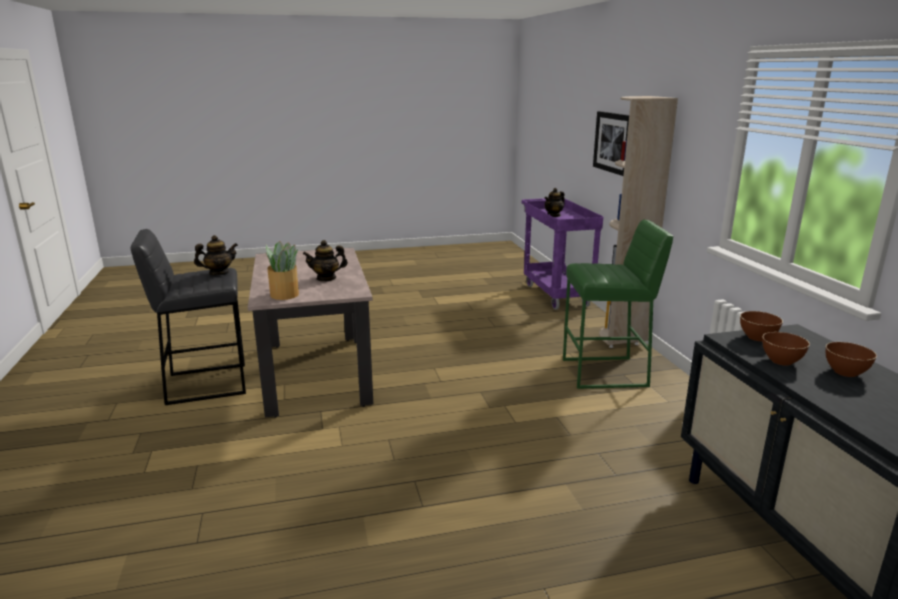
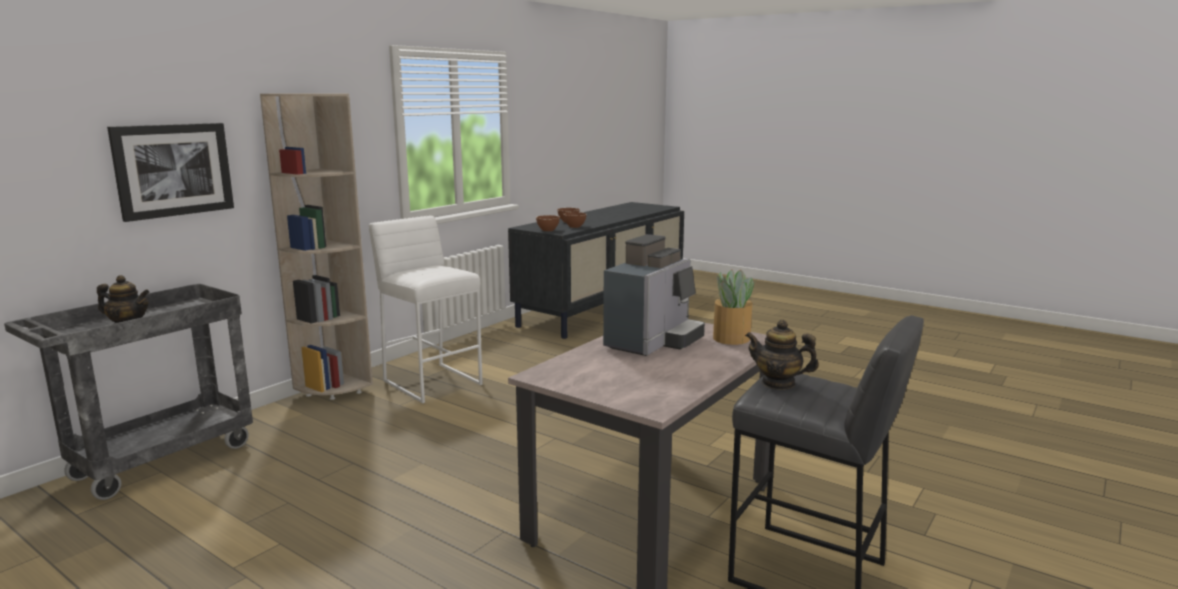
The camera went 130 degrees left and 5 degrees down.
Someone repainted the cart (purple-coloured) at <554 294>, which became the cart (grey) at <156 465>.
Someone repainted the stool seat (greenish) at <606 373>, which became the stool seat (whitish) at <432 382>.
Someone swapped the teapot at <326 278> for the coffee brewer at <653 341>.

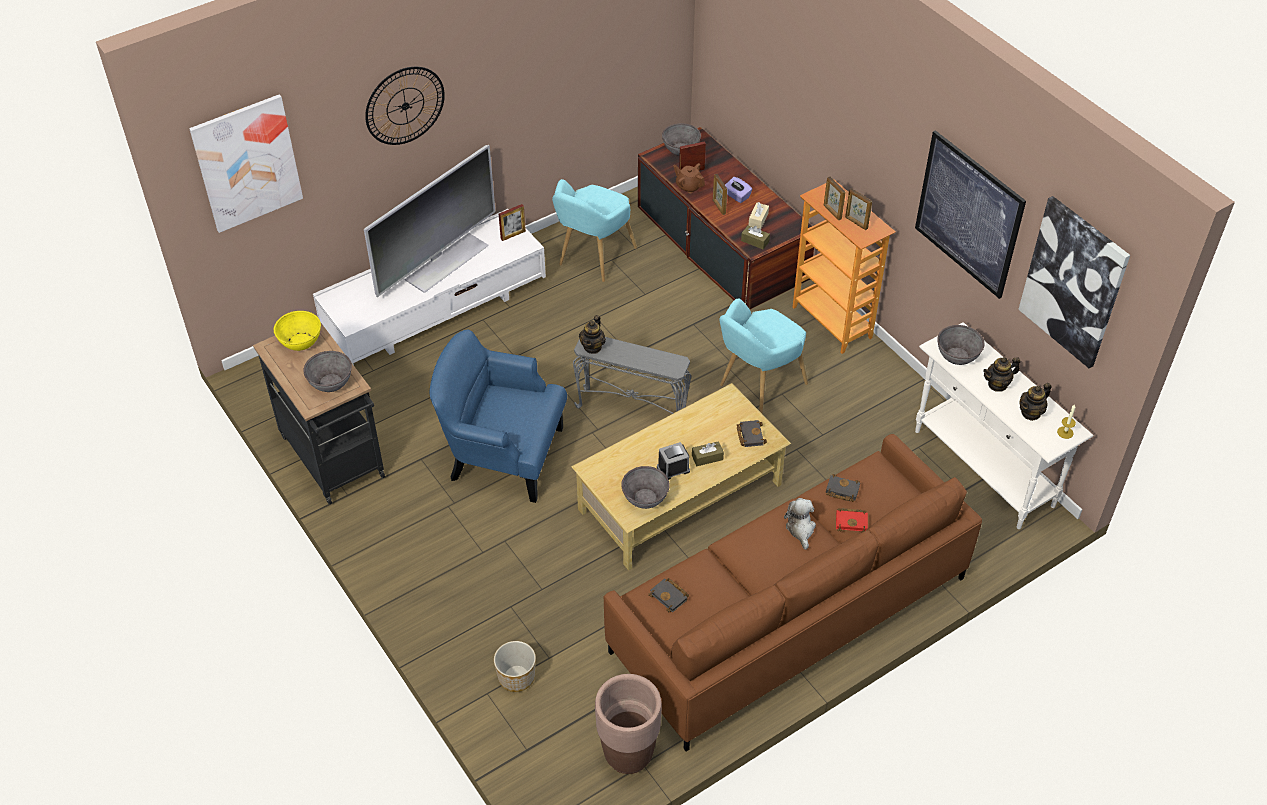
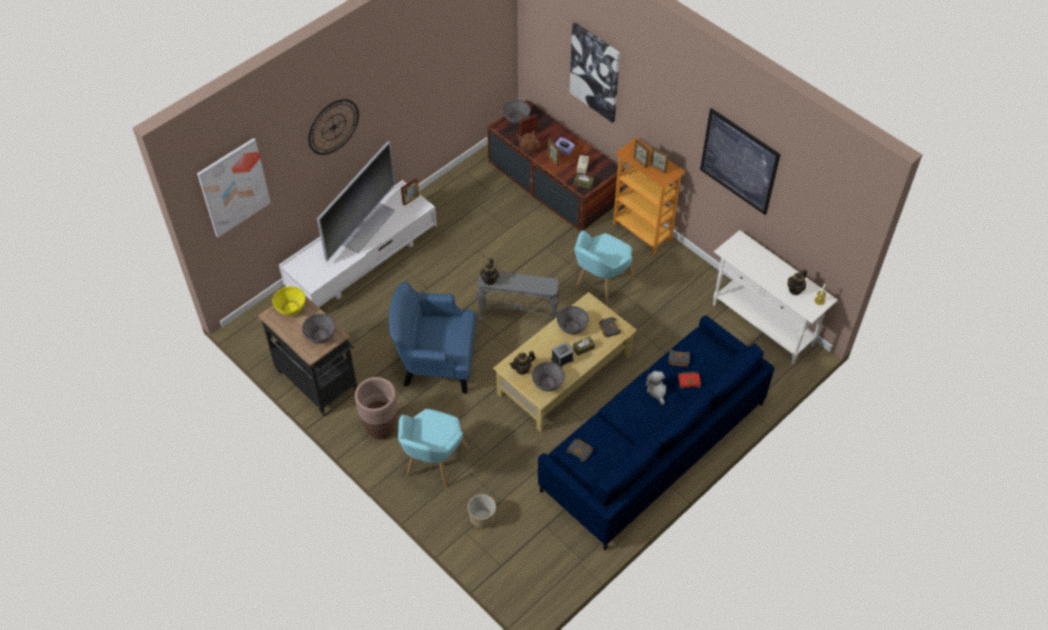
The camera went 10 degrees left and 5 degrees up.
Someone carried the easy chair (blue-green) from <592 259> to <433 465>.
Someone carried the wall art from <1073 282> to <595 72>.
Someone carried the bowl (grey) from <957 355> to <572 327>.
Someone carried the teapot from <997 384> to <522 369>.
Someone repainted the couch (brown) at <787 613>, which became the couch (blue-coloured) at <652 446>.
Someone carried the planter (brown) from <628 754> to <381 428>.

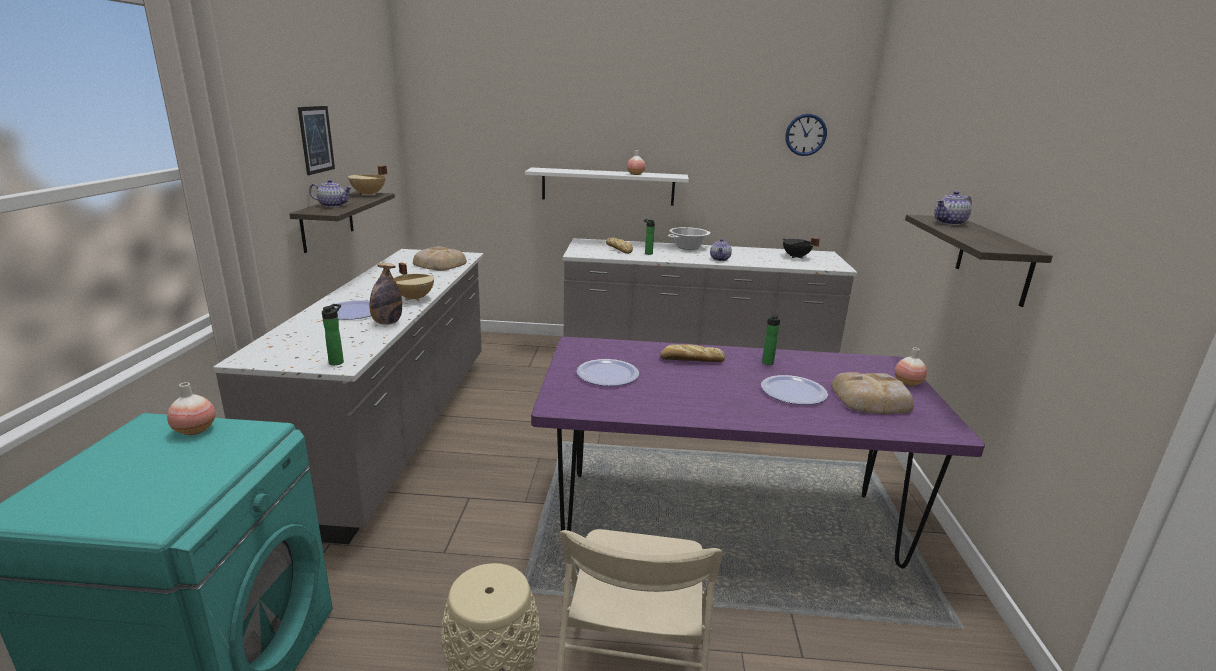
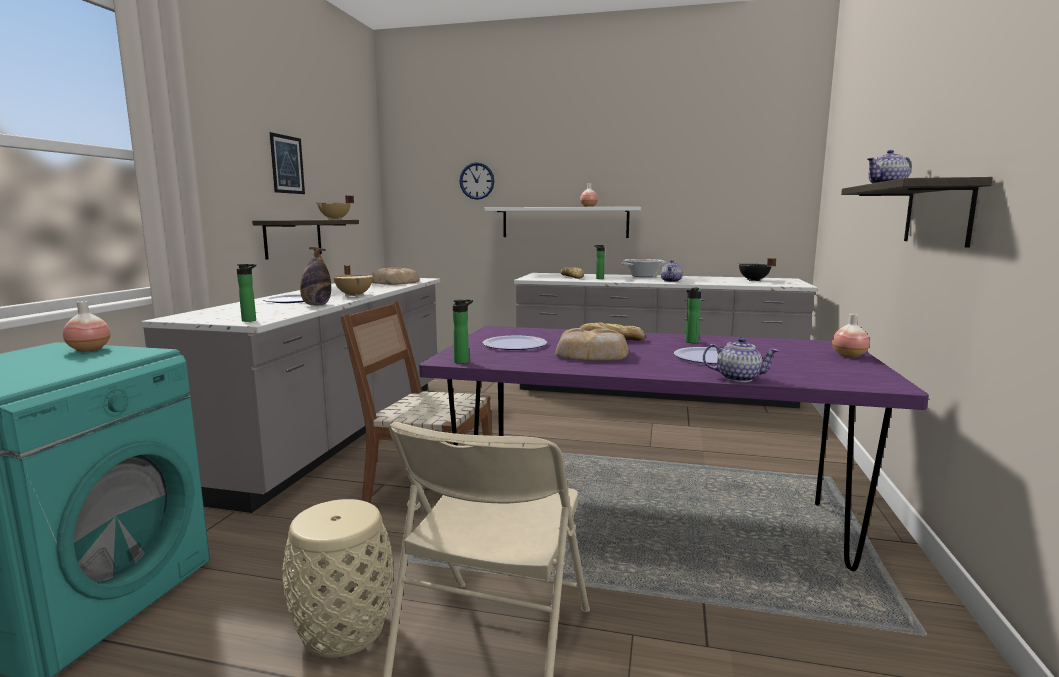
The camera went 10 degrees right and 10 degrees down.
Someone carried the clock on the wall from <805 135> to <477 181>.
Someone carried the teapot from <333 205> to <738 378>.
Someone carried the bakery bread from <872 400> to <592 354>.
Someone put down the drink bottle at <463 361>.
Someone put down the chair at <426 492>.

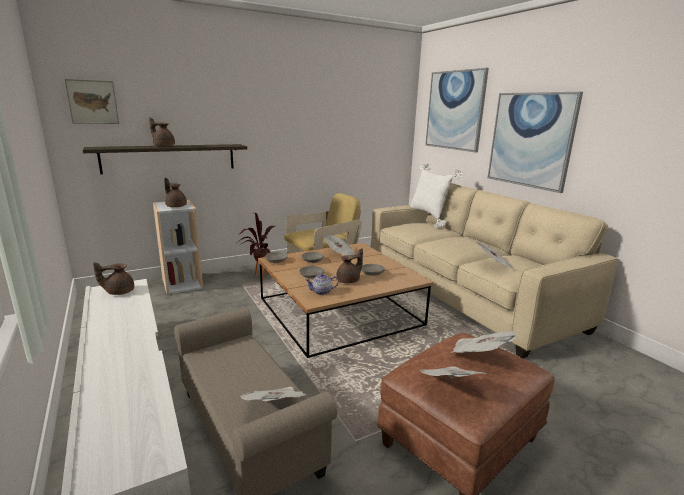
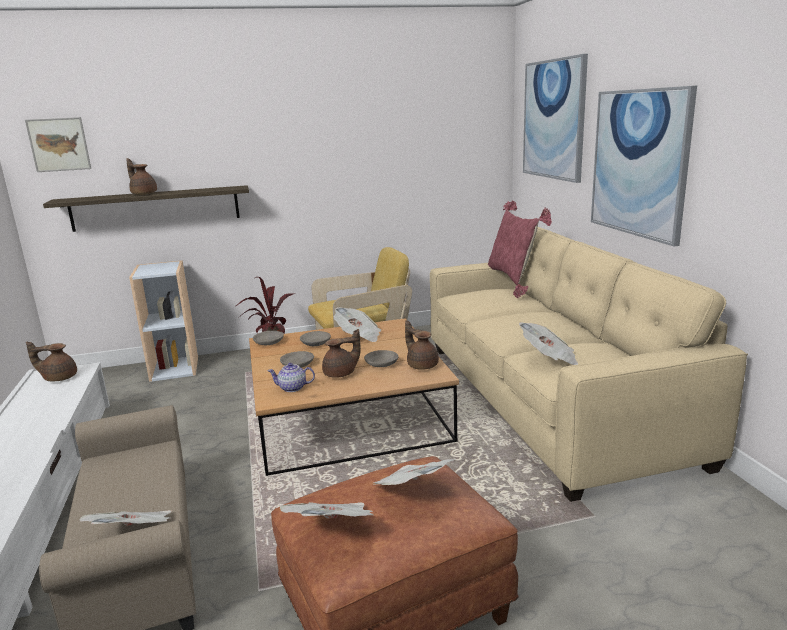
The camera went 15 degrees right and 0 degrees up.
Someone repainted the throw pillow (whitish) at <429 221>, which became the throw pillow (red) at <513 287>.
Someone carried the teapot (brown) from <176 206> to <421 365>.

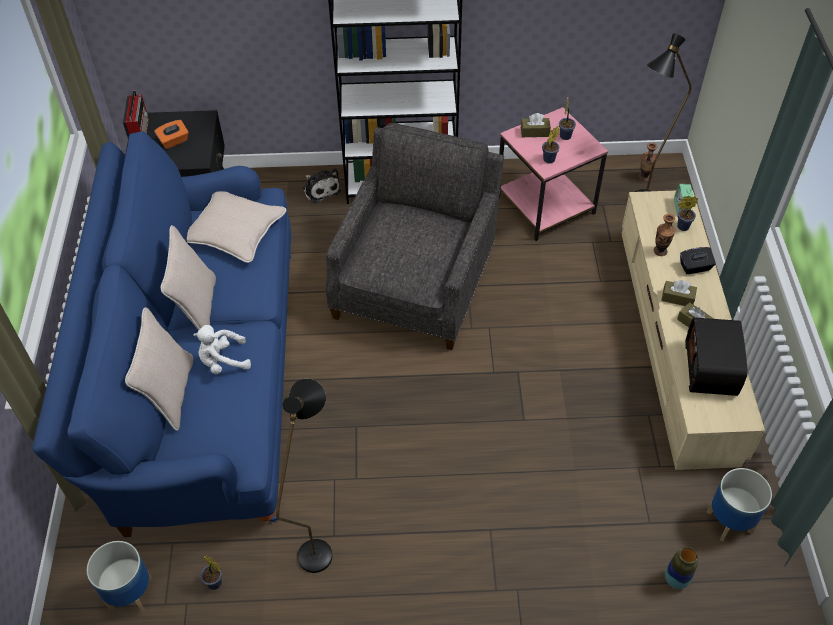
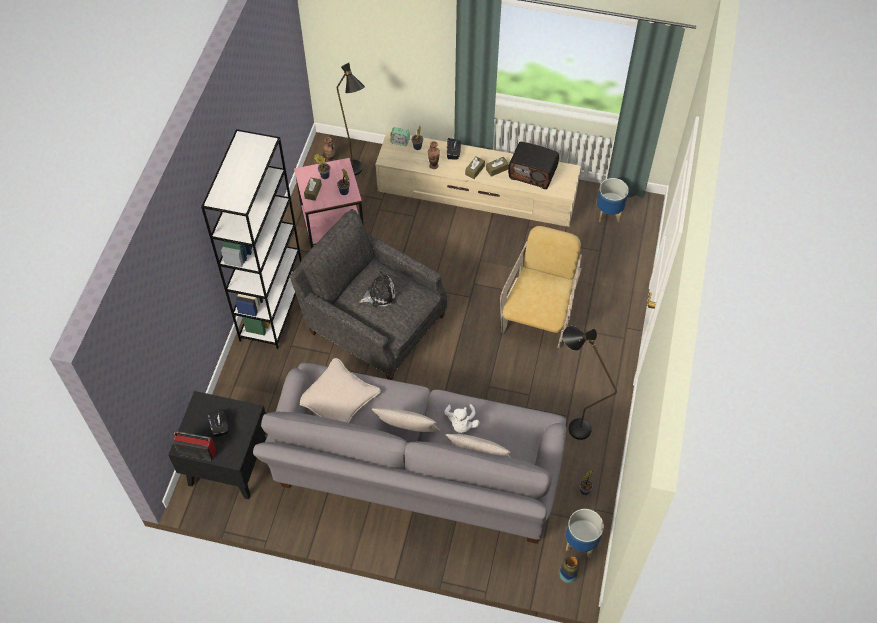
The camera went 75 degrees left and 5 degrees up.
Someone repainted the box of tissues (orangey) at <174 141>, which became the box of tissues (black-coloured) at <220 427>.
Someone repainted the couch (blue-coloured) at <202 377>, which became the couch (grey) at <416 477>.
Someone carried the soft toy from <320 189> to <379 295>.
Someone carried the decorative vase from <676 579> to <567 576>.
Someone put down the easy chair (yellowish) at <539 315>.

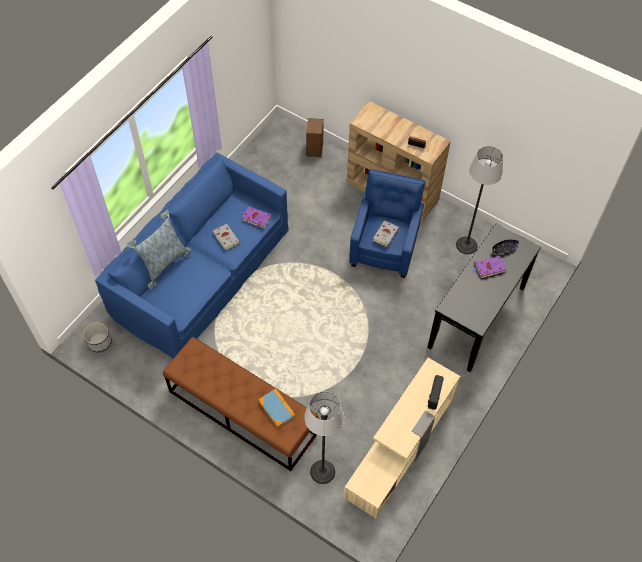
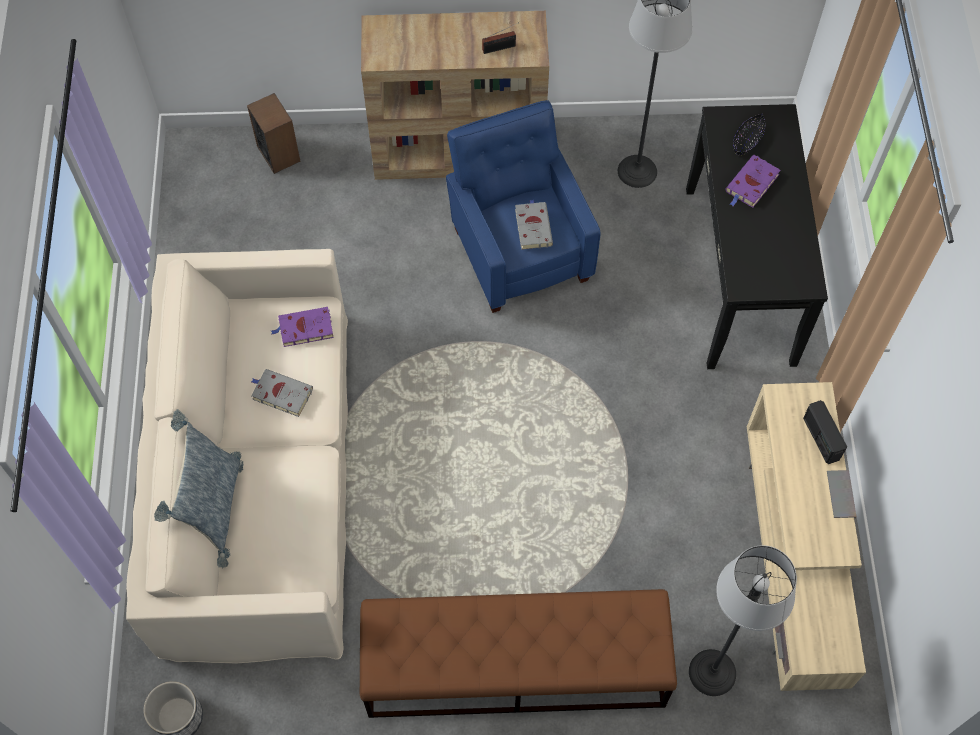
The camera went 35 degrees left and 5 degrees up.
Someone repainted the couch (blue-coloured) at <201 273>, which became the couch (beige) at <258 480>.
Someone took away the volume at <277 408>.

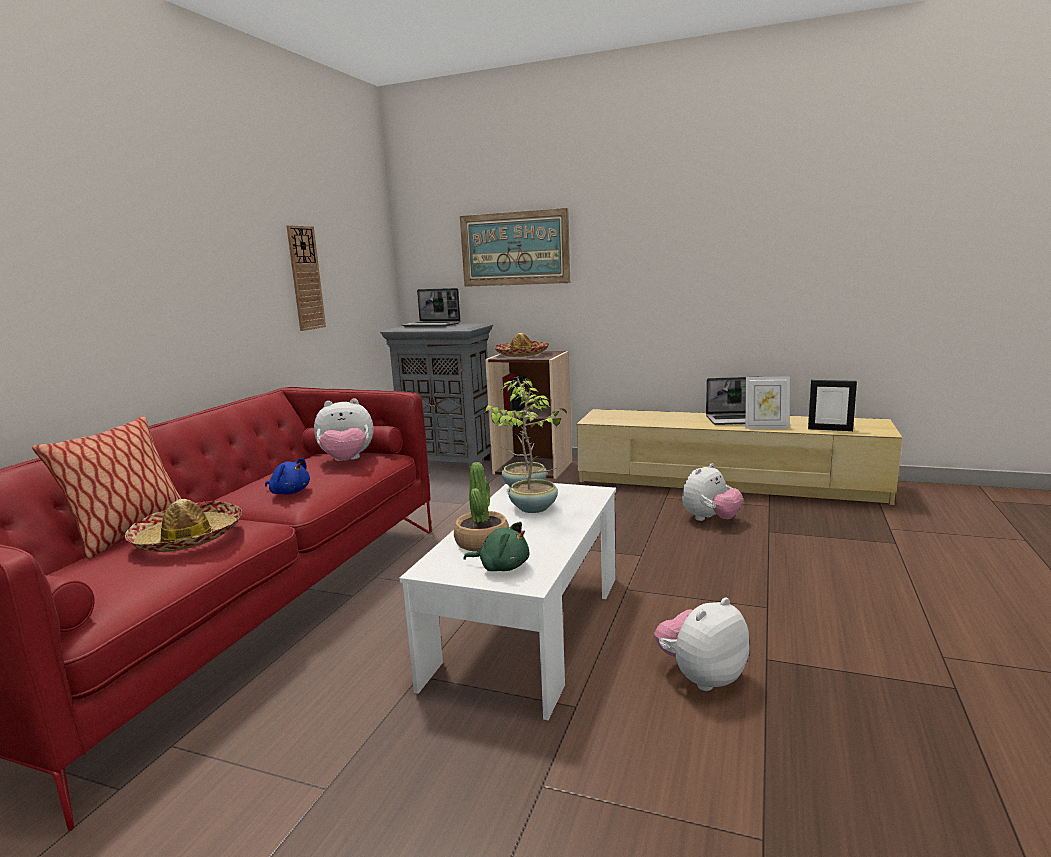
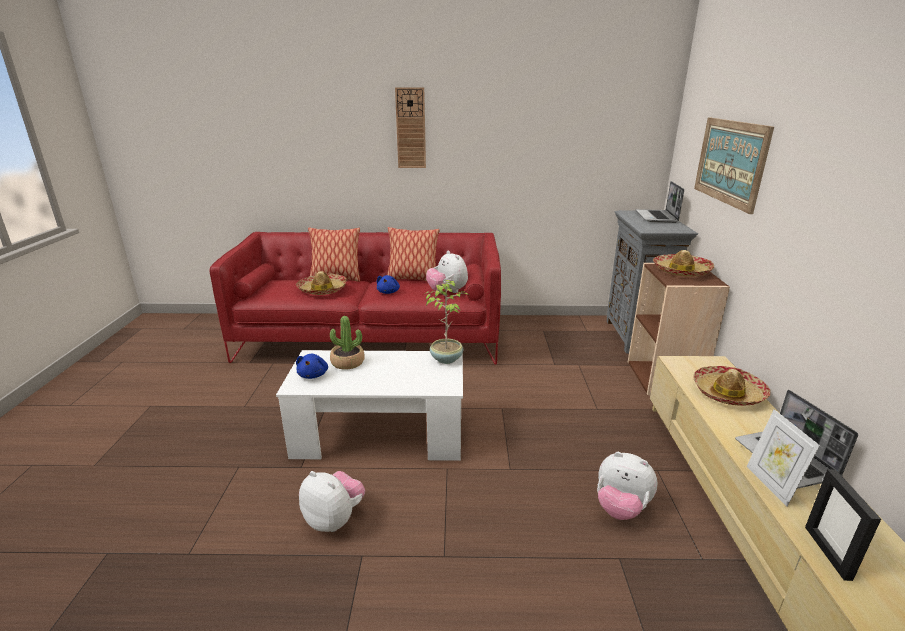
The camera went 70 degrees right and 10 degrees up.
Someone carried the clock on the wall from <305 278> to <411 128>.
Someone took away the potted plant at <534 508>.
Someone repainted the soft toy (greenish) at <502 567>, which became the soft toy (blue-coloured) at <313 375>.
Someone put down the throw pillow at <412 279>.
Someone put down the hat at <728 393>.

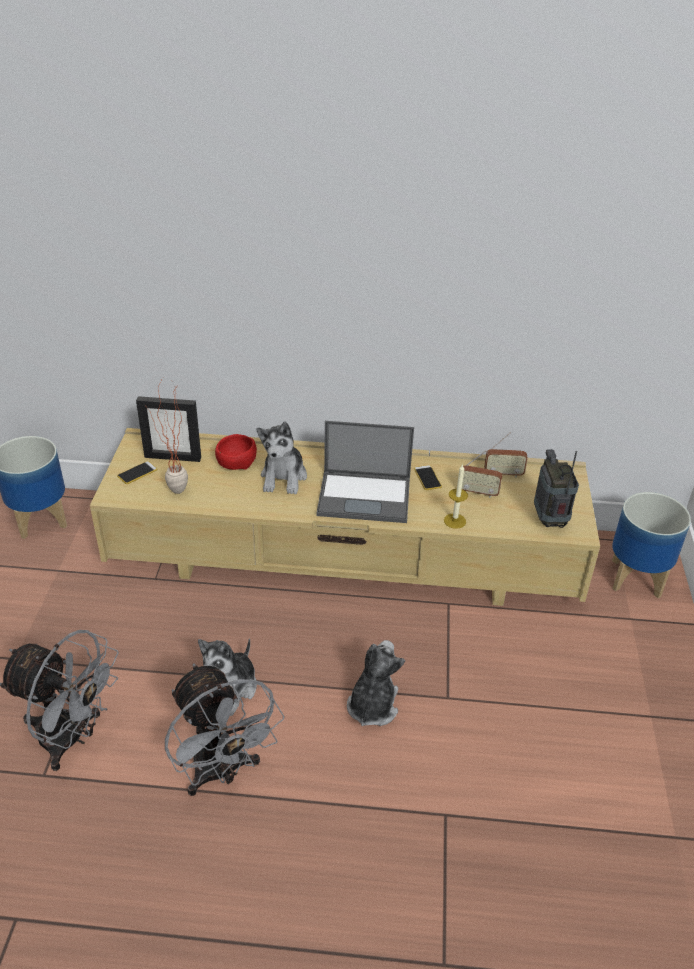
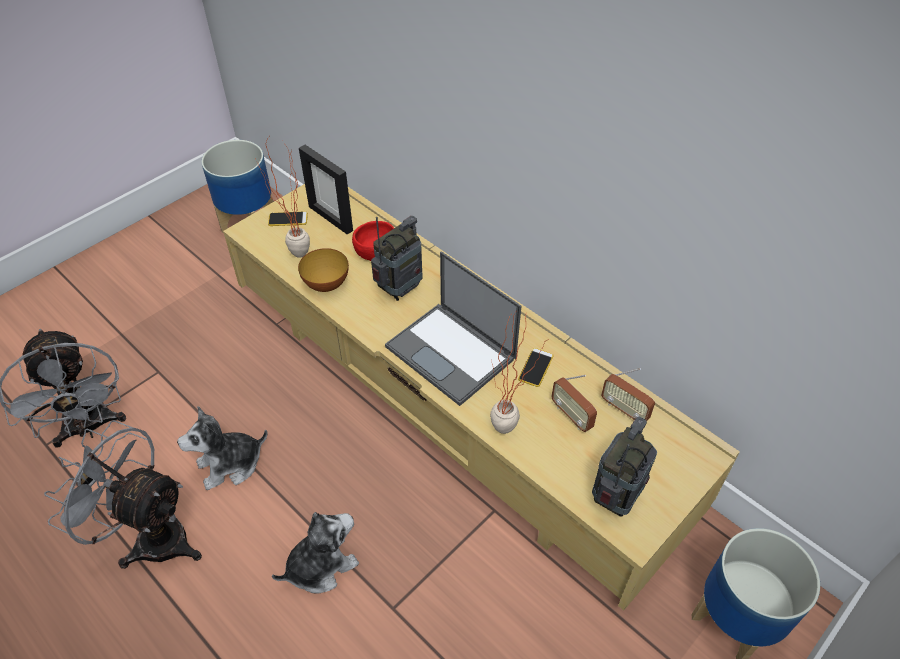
The camera went 40 degrees right and 10 degrees up.
Someone swapped the soft toy at <284 477> for the radio set at <400 289>.
Someone swapped the wax light at <454 521> for the potted plant at <510 433>.
Someone rotated the cooling fan (grey) at <222 772> by 105 degrees clockwise.
Someone put down the bowl at <326 285>.

